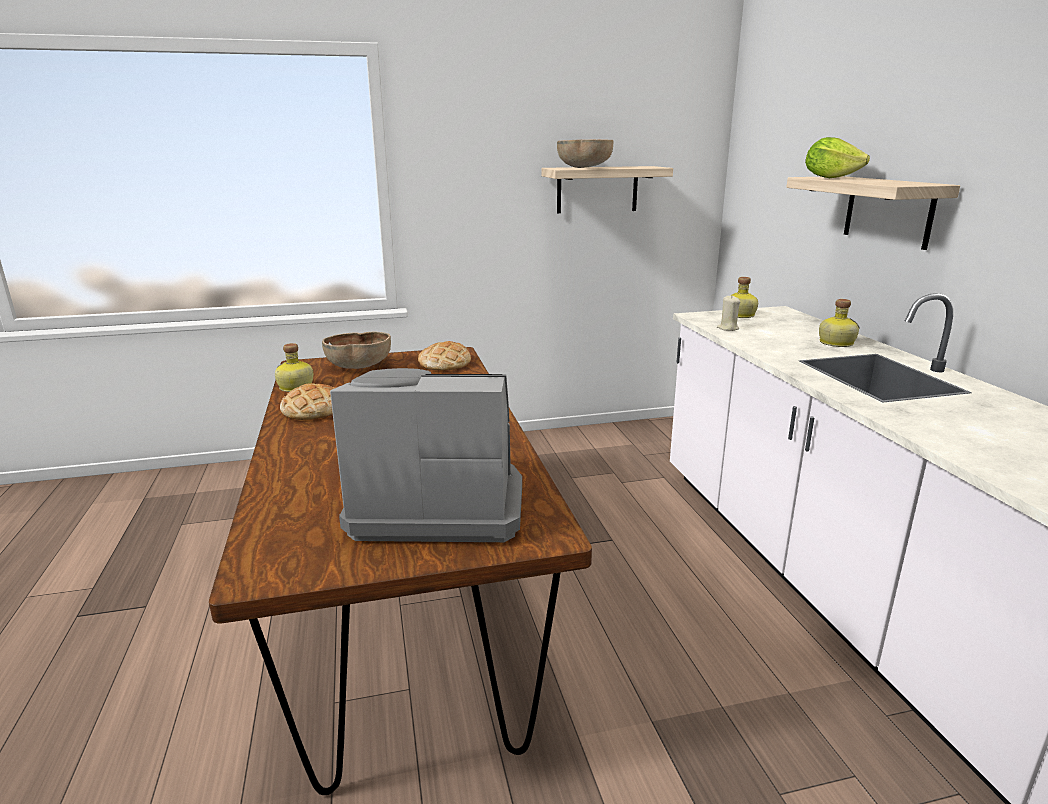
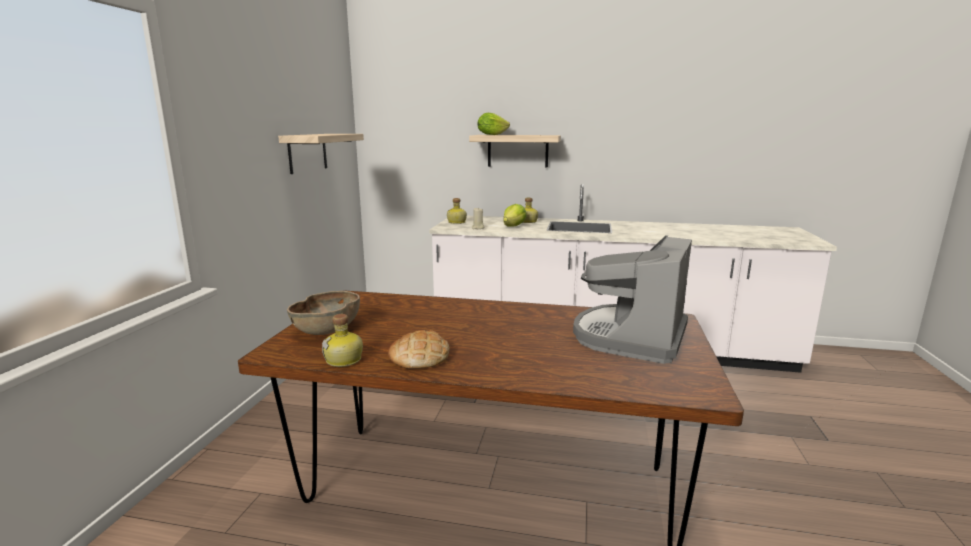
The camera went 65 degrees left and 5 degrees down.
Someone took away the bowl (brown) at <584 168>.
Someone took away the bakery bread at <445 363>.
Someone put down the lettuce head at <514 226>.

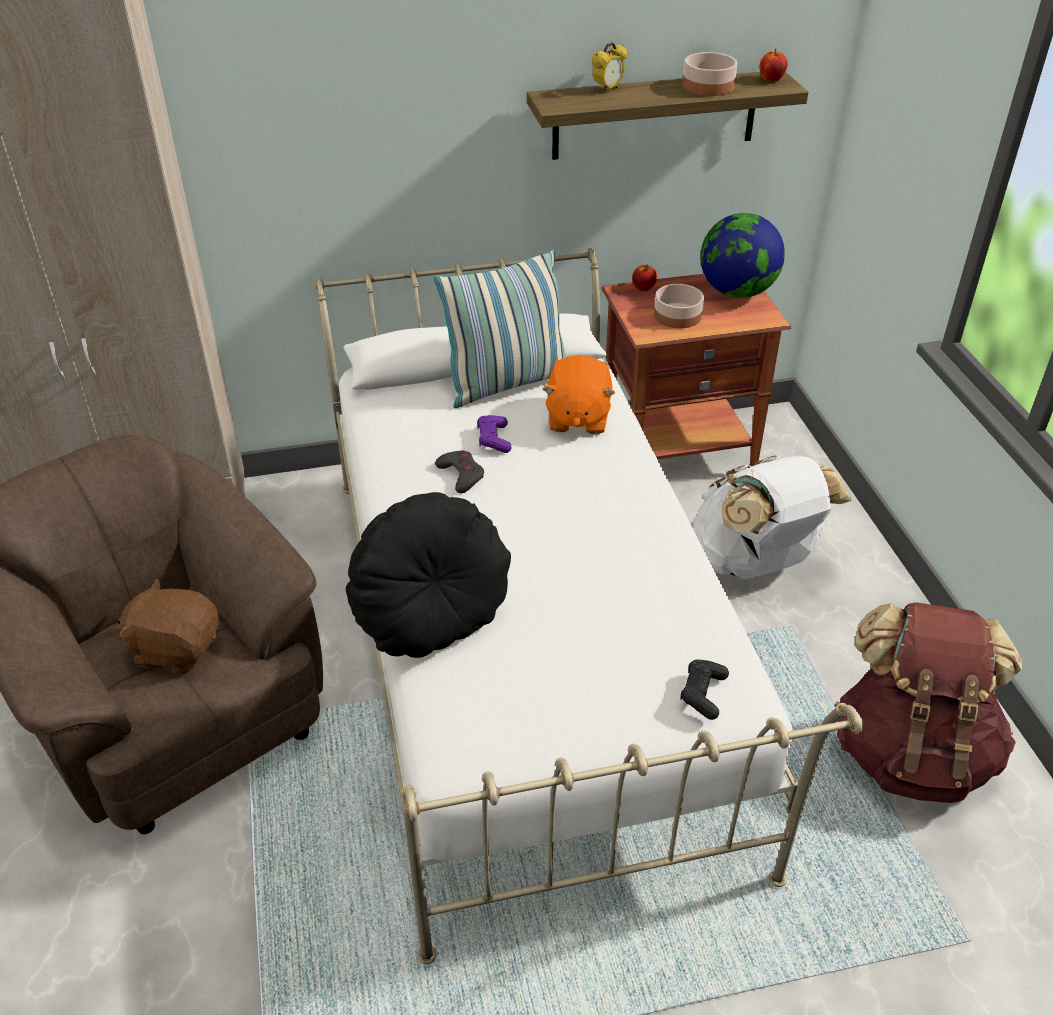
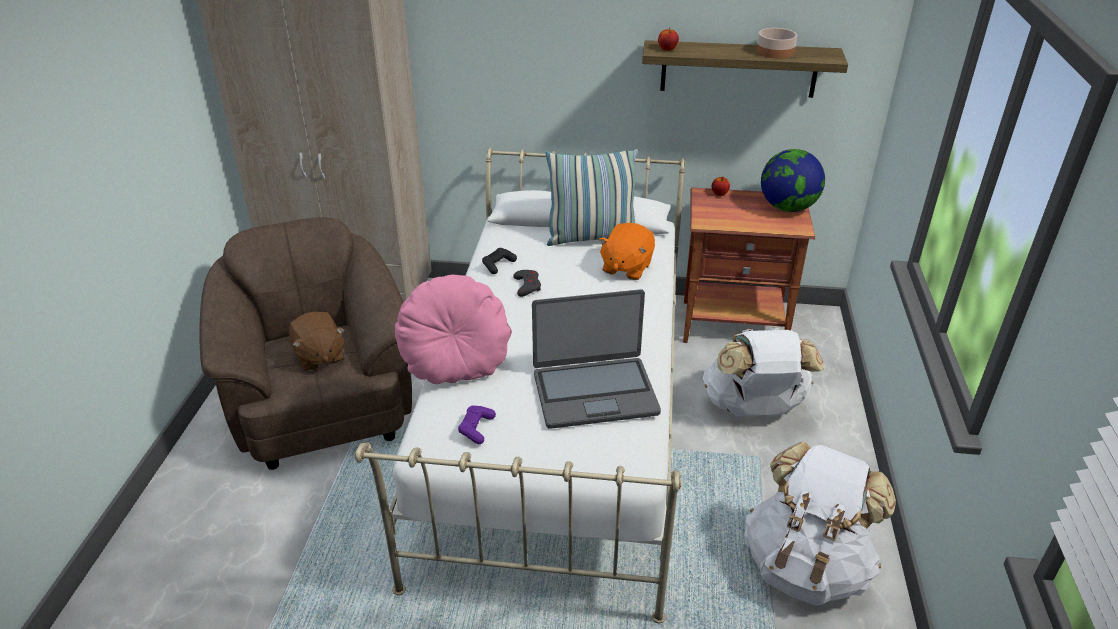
The camera went 20 degrees right and 5 degrees down.
Someone took away the bedside clock at <608 89>.
Someone carried the apple fruit from <771 79> to <667 49>.
Someone took away the bowl at <678 316>.
Someone carried the gamepad (purple-coloured) from <494 439> to <476 428>.
Someone repainted the throw pillow (black-coloured) at <433 627>, which became the throw pillow (pinkish) at <456 370>.
Someone rotated the soft toy (brown) at <176 648> by 150 degrees counterclockwise.
Someone repainted the rucksack (brown) at <910 753>, which became the rucksack (whitish) at <806 566>.
Someone carried the gamepad (black-coloured) from <703 693> to <498 265>.
Someone put down the portable computer at <594 392>.

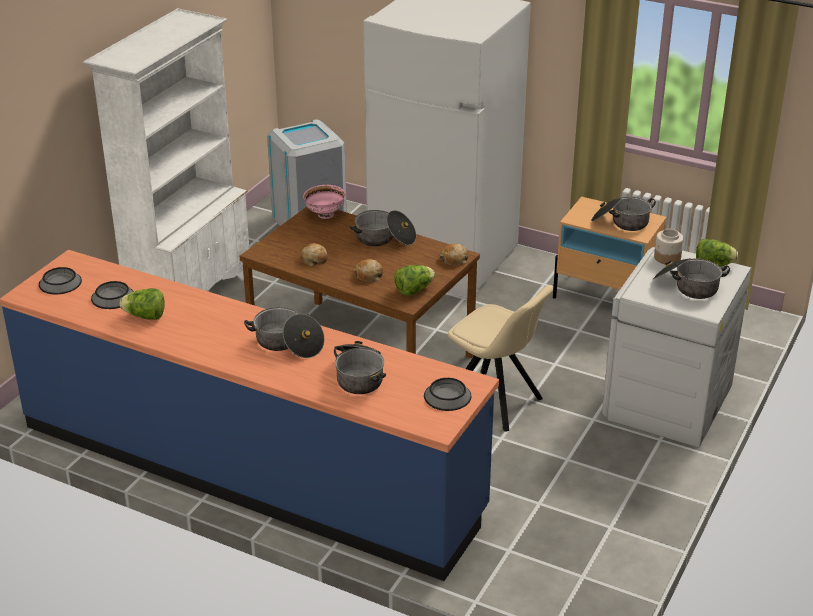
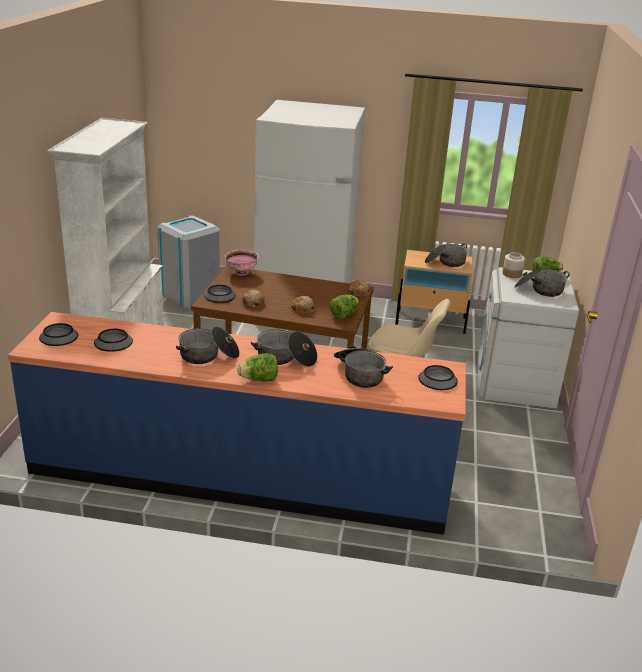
The camera went 20 degrees left and 5 degrees down.
Someone carried the stockpot from <384 239> to <208 356>.
Someone carried the lettuce head from <145 316> to <259 380>.
Someone put down the bowl at <219 295>.

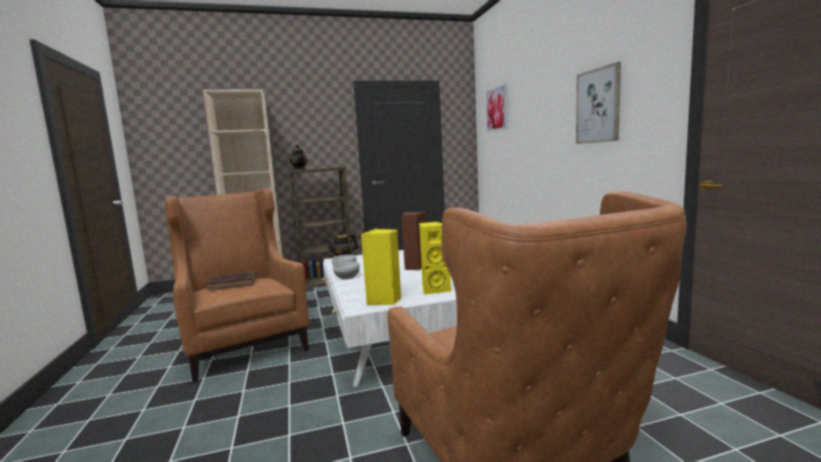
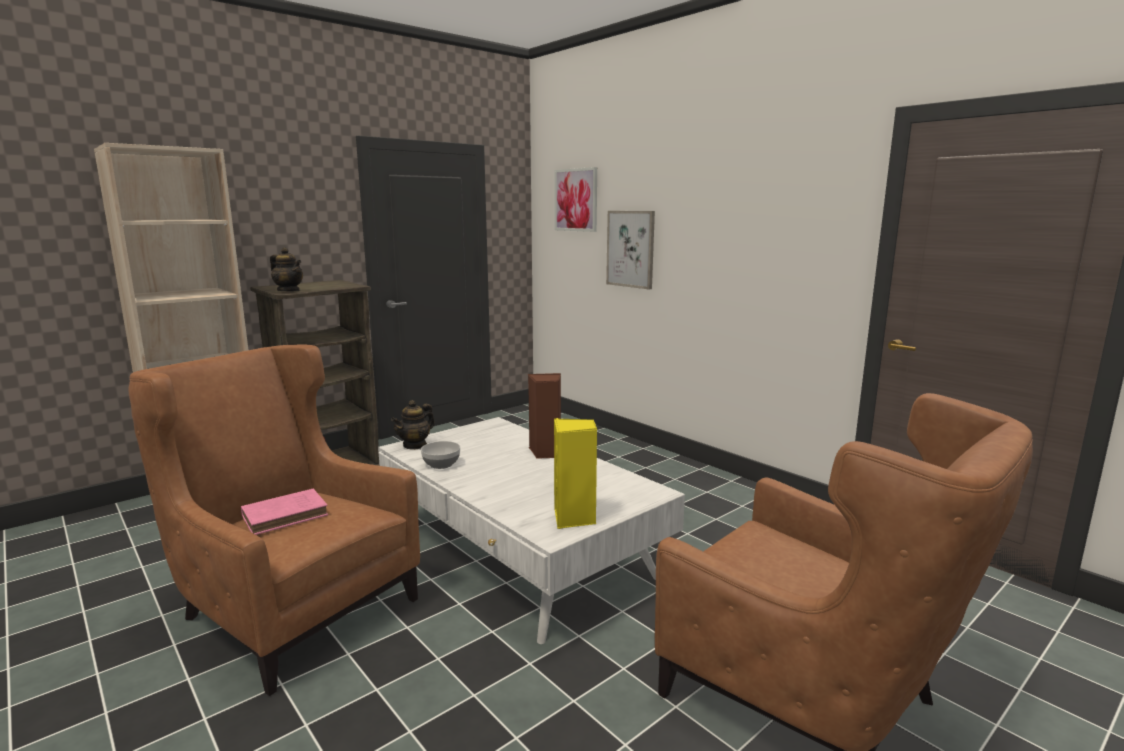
The camera went 25 degrees left and 5 degrees up.
Someone carried the wall art from <598 106> to <630 249>.
Someone took away the audio speaker (yellowish) at <434 289>.
Someone took away the bowl at <347 277>.
Someone repainted the volume (brown) at <234 283>, which became the volume (pinkish) at <287 515>.

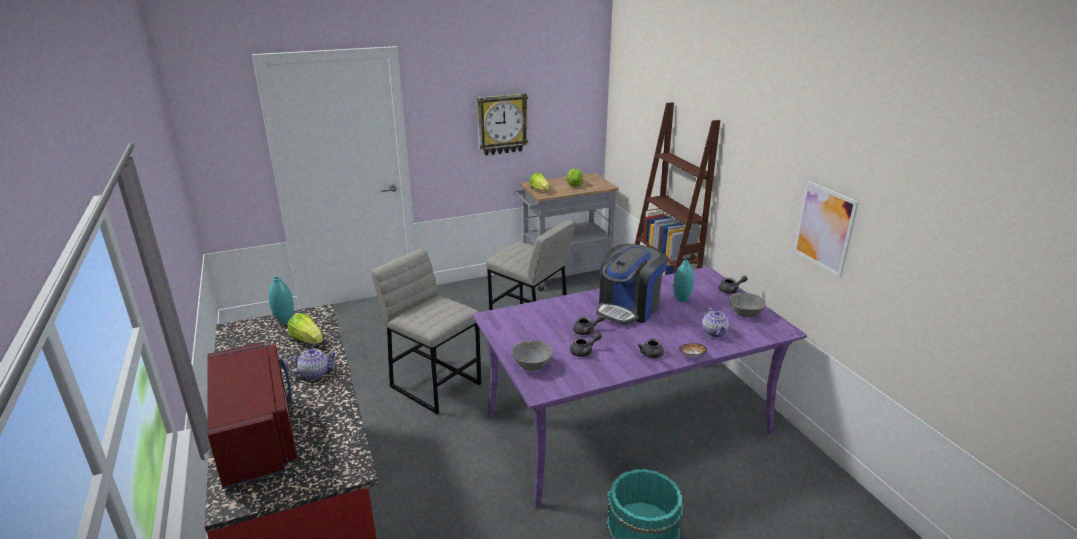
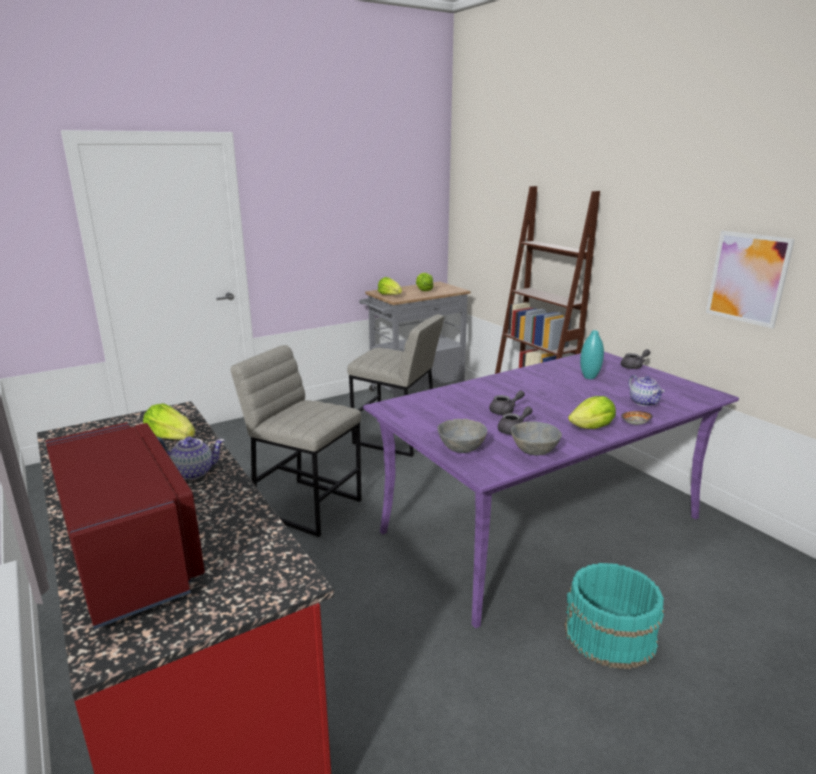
The camera went 10 degrees left and 5 degrees down.
Someone took away the clock on the wall at <502 124>.
Someone took away the coffee brewer at <628 308>.
Someone took away the decorative vase (blue-green) at <285 321>.
Someone carried the bowl (grey) from <745 314> to <534 451>.
Someone swapped the teapot (grey) at <652 355> for the lettuce head at <592 428>.

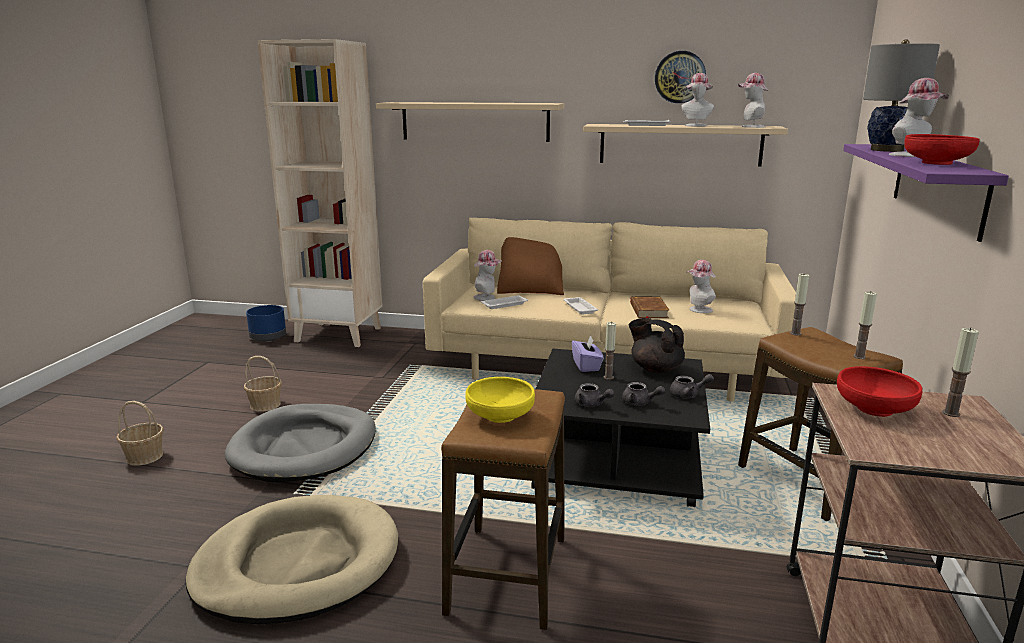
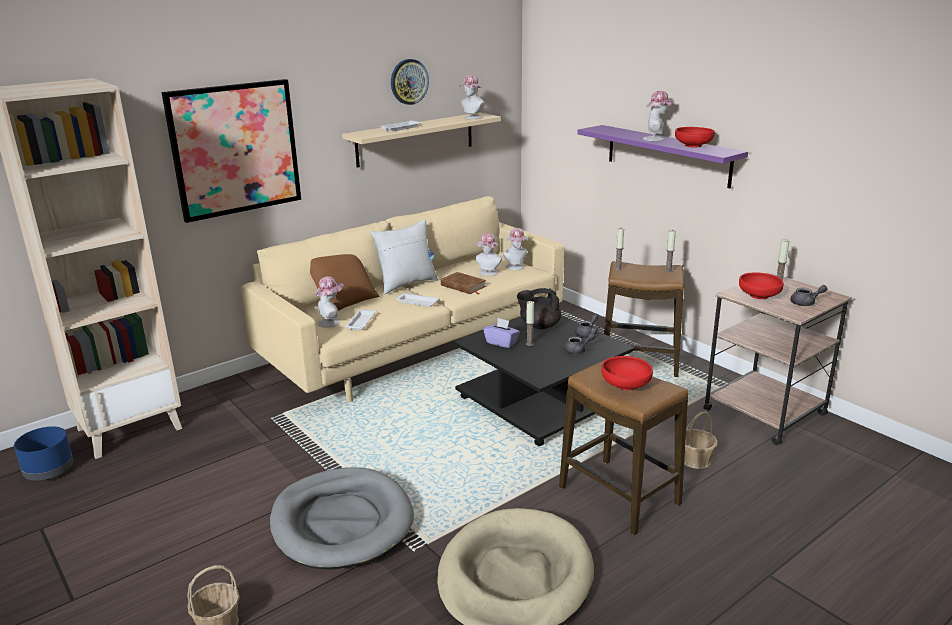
The camera went 50 degrees left and 5 degrees up.
Someone took away the table lamp (grey) at <887 150>.
Someone carried the hat from <696 126> to <516 267>.
Someone swapped the shelf (beige) at <475 121> for the wall art at <235 149>.
Someone carried the household basket from <265 405> to <696 460>.
Someone repainted the bowl (yellowish) at <500 416>, which became the bowl (red) at <625 385>.
Someone carried the teapot (grey) from <592 404> to <806 303>.
Someone put down the throw pillow (grey) at <406 285>.

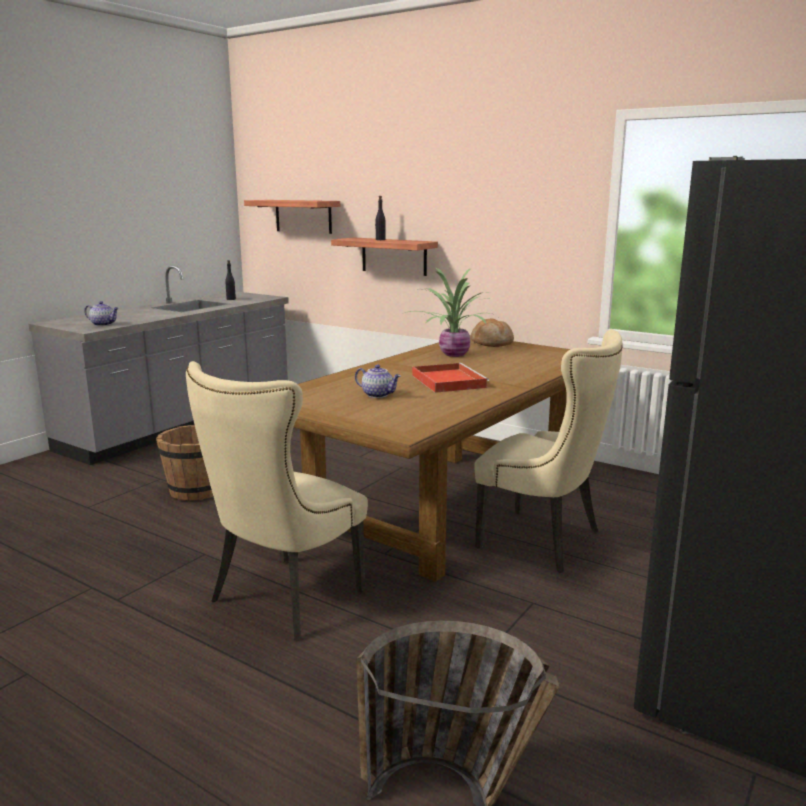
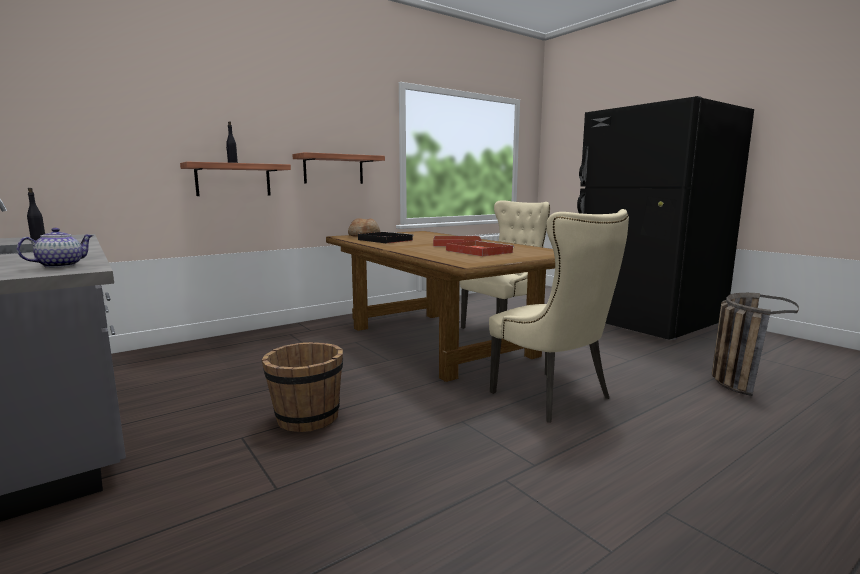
The camera went 70 degrees left and 5 degrees down.
Someone carried the shelf from <303 216> to <333 169>.
Someone swapped the potted plant at <452 354> for the tray (black-coloured) at <384 240>.
Someone swapped the teapot at <378 395> for the tray (red) at <477 251>.

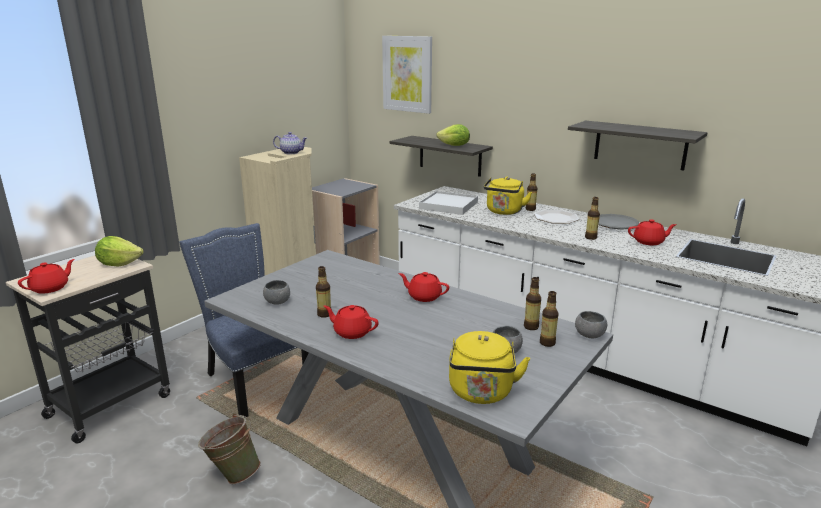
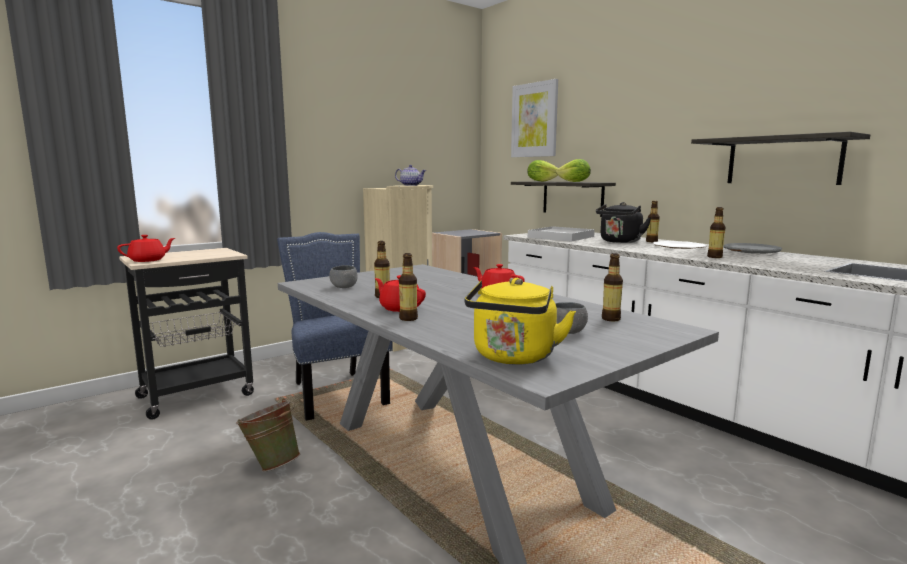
The camera went 15 degrees right and 10 degrees down.
Someone repainted the water kettle (yellowish) at <504 212>, which became the water kettle (black-coloured) at <619 242>.
Someone took away the teapot (red) at <649 242>.
Someone carried the lettuce head from <119 264> to <541 181>.
Someone carried the drink bottle from <547 343> to <408 318>.
Someone took away the bowl (grey) at <589 335>.

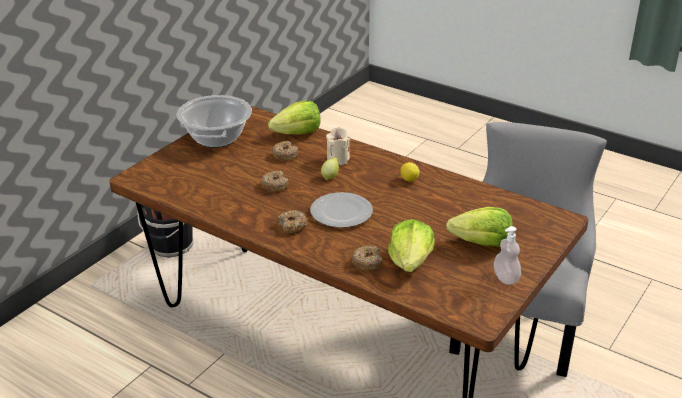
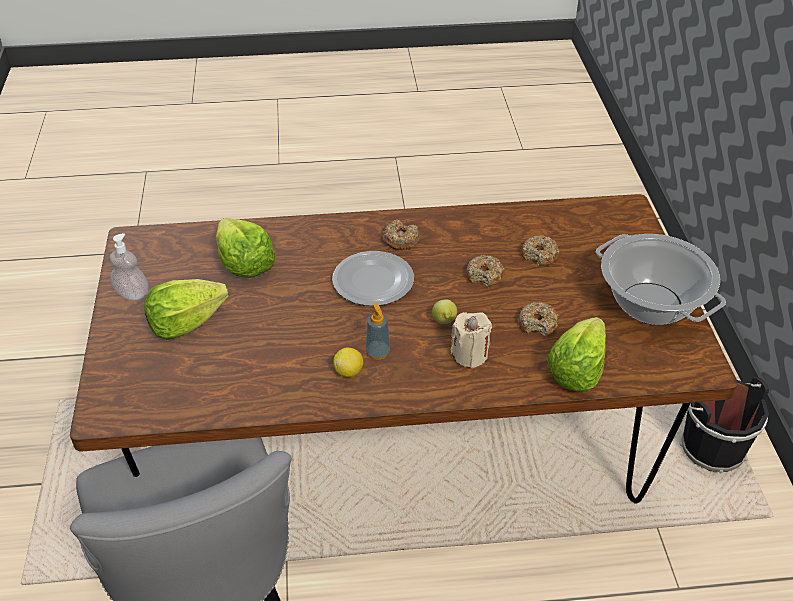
The camera went 140 degrees right and 10 degrees up.
Someone carried the ring doughnut from <367 262> to <539 256>.
Someone put down the soap bottle at <378 352>.

